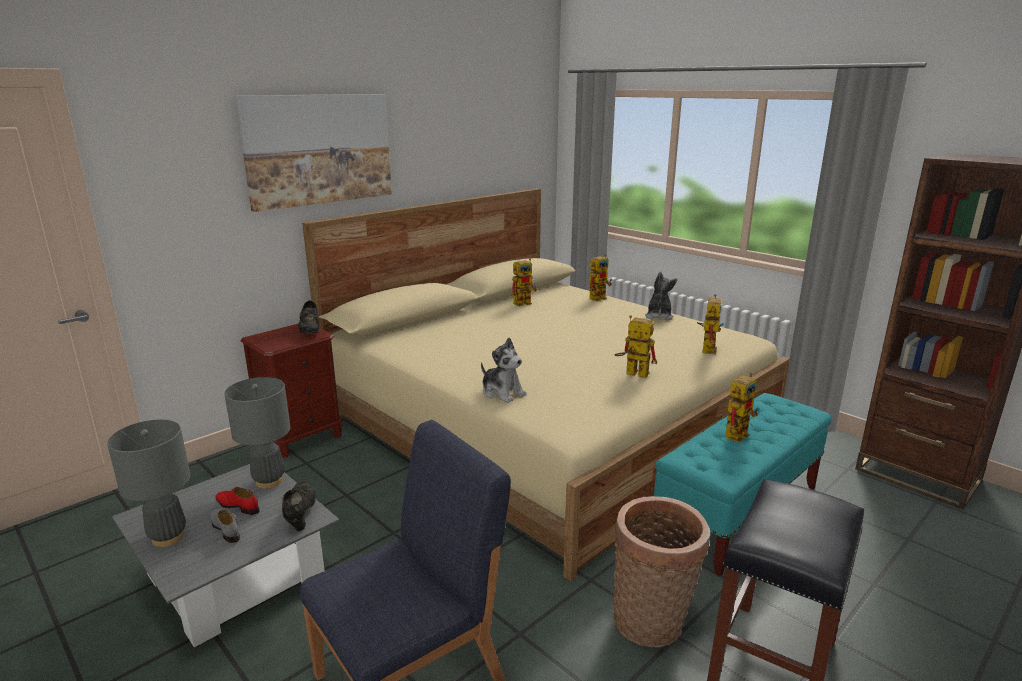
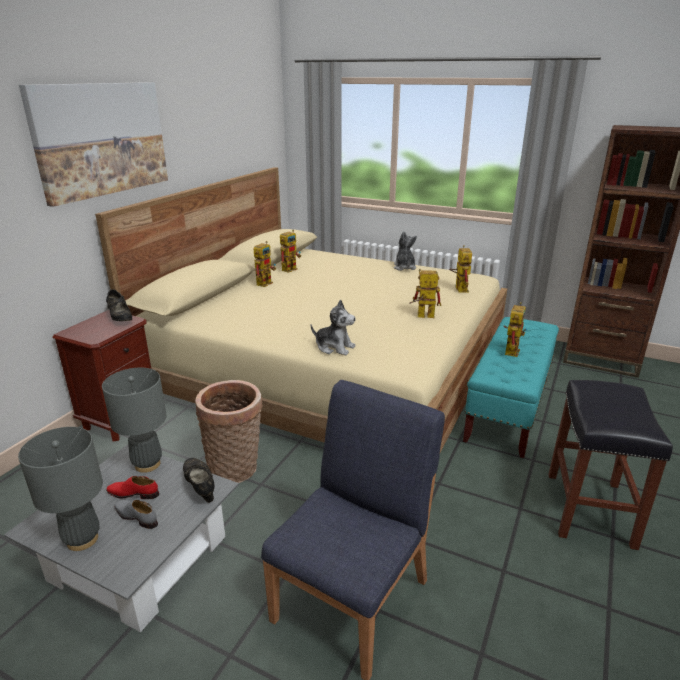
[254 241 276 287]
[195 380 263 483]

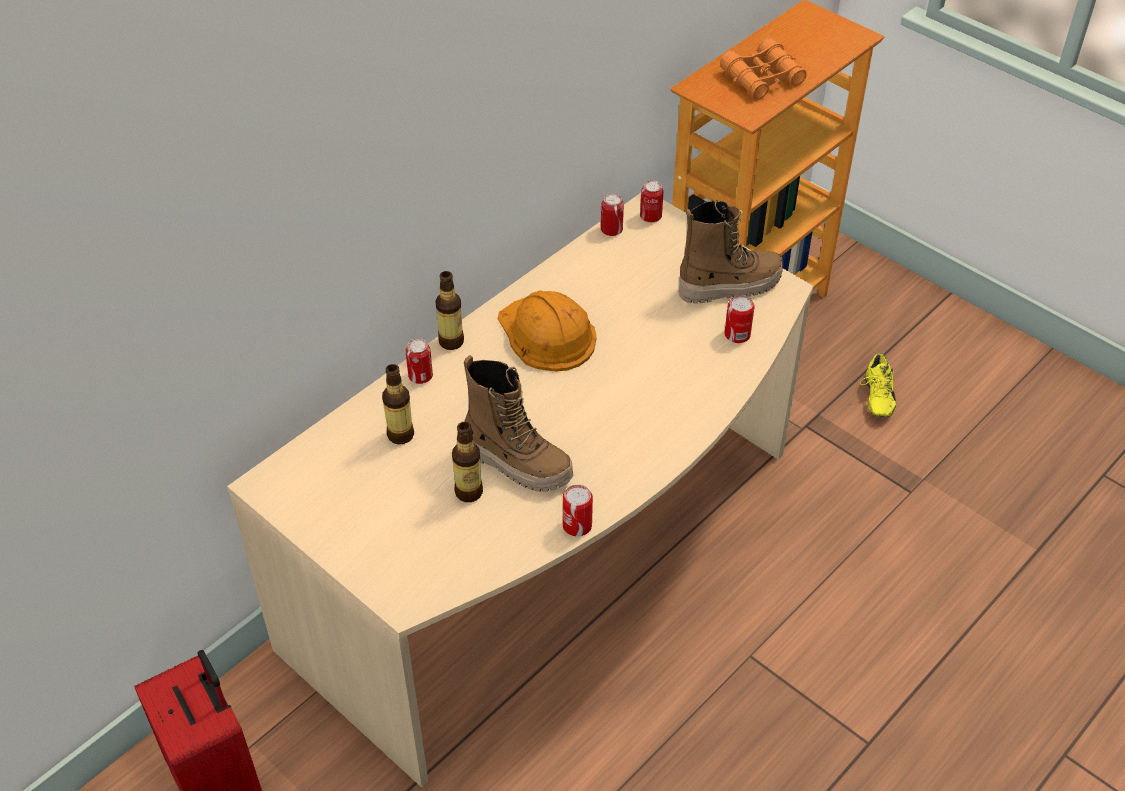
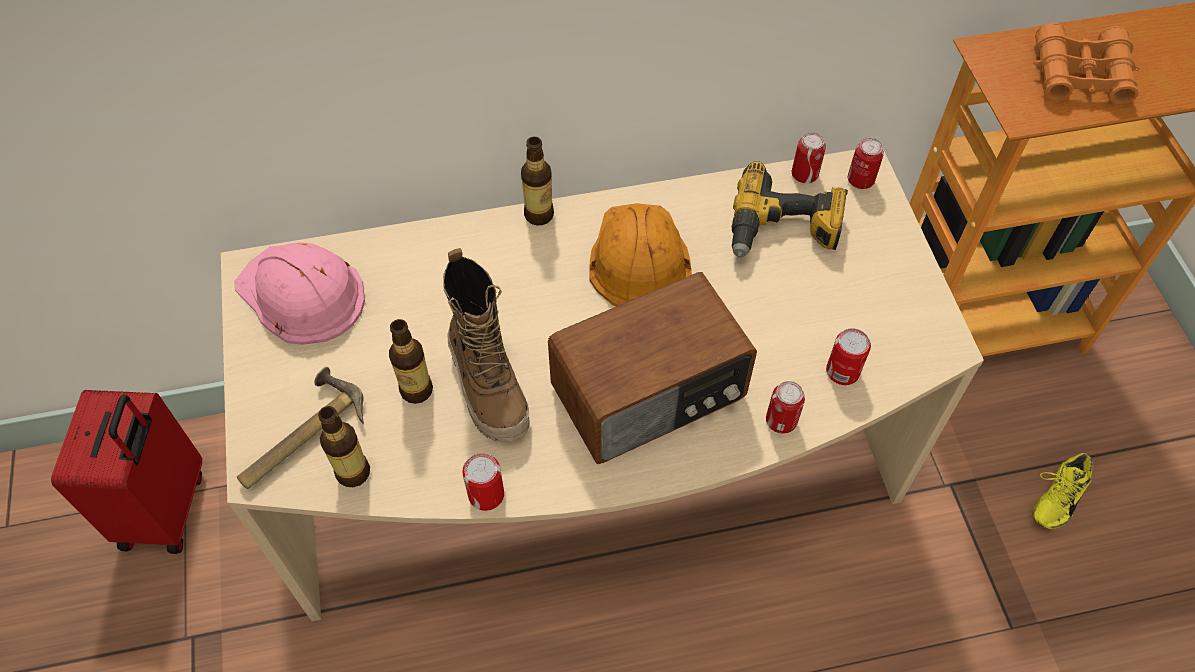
[679 200 783 303] (first image)
[234 242 365 345]
[237 367 364 489]
[548 272 757 464]
[732 161 848 258]
[318 406 370 487]
[766 381 805 434]

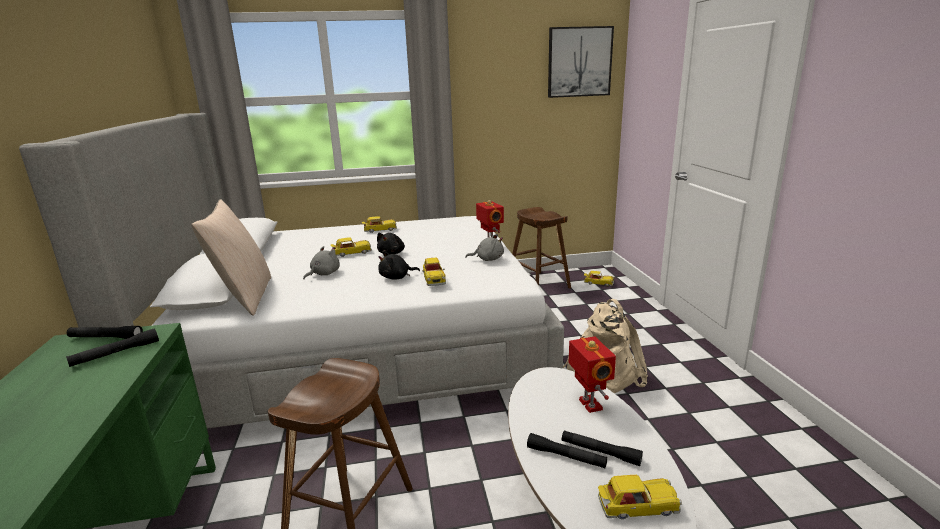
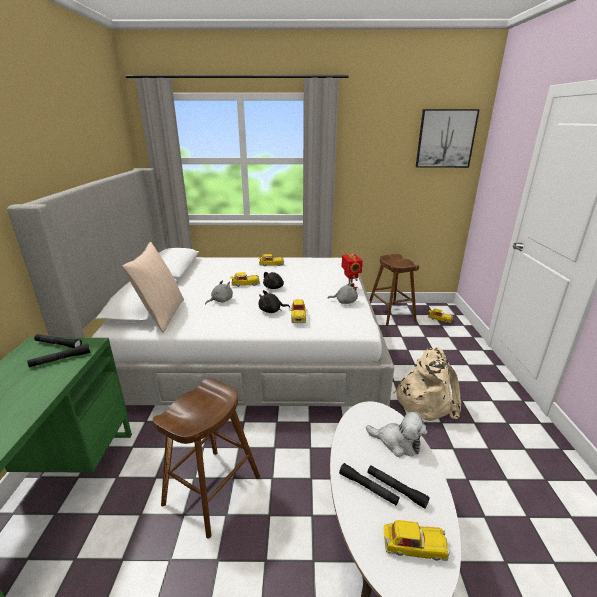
[366 412 428 457]

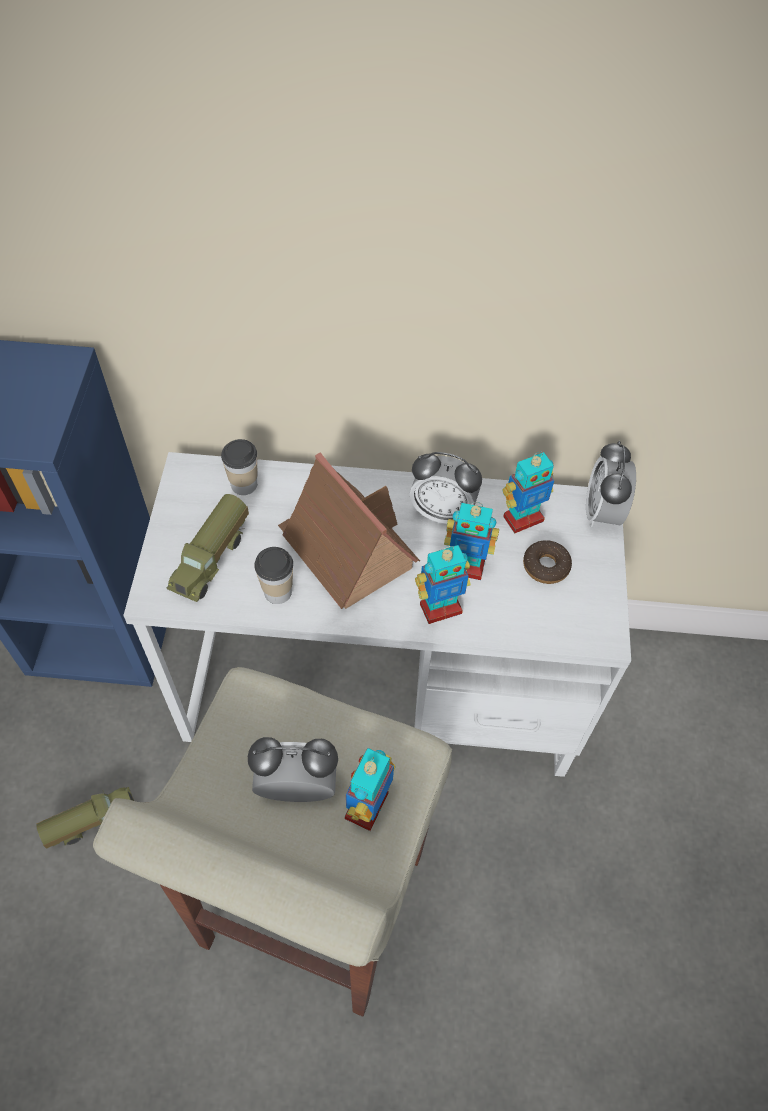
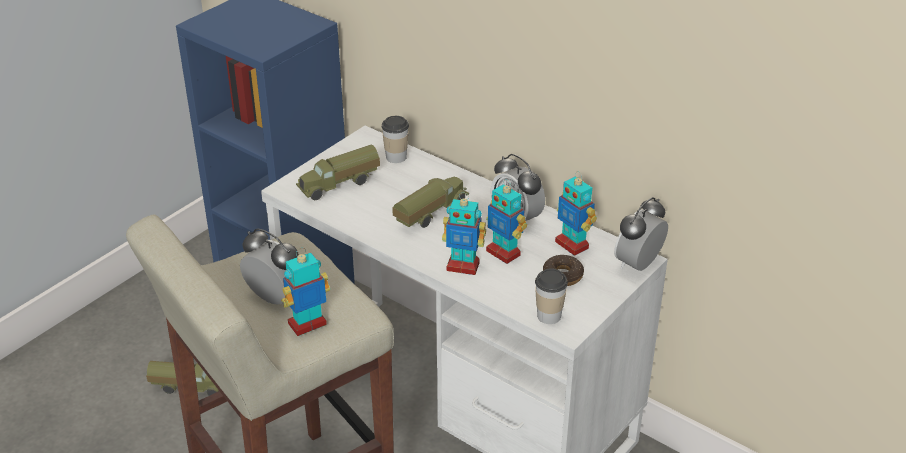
[535 268 568 324]
[392 177 469 228]
[555 172 597 256]

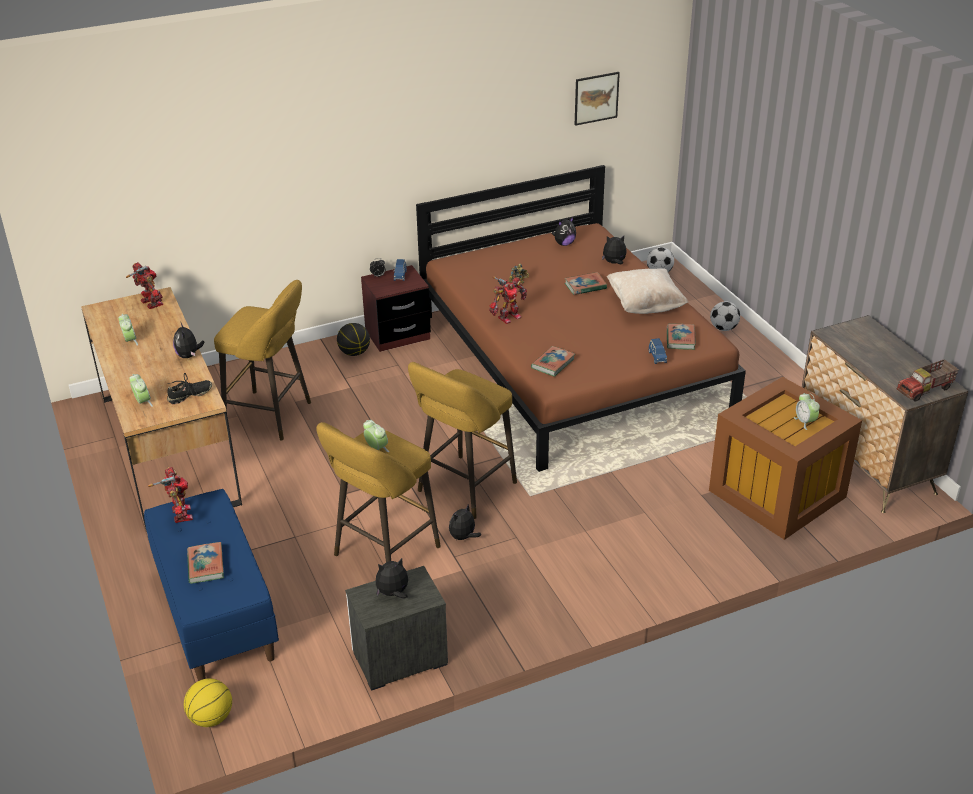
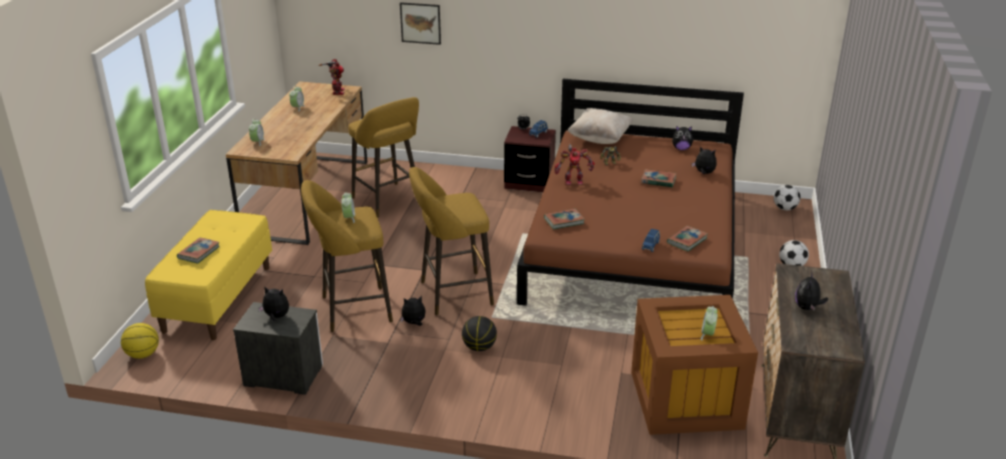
[148 467 193 523] (first image)
[167 373 212 404] (first image)
[897 360 959 402] (first image)
[795 274 828 311]
[462 316 497 351]
[400 2 441 45]
[567 108 633 144]
[145 210 272 340]

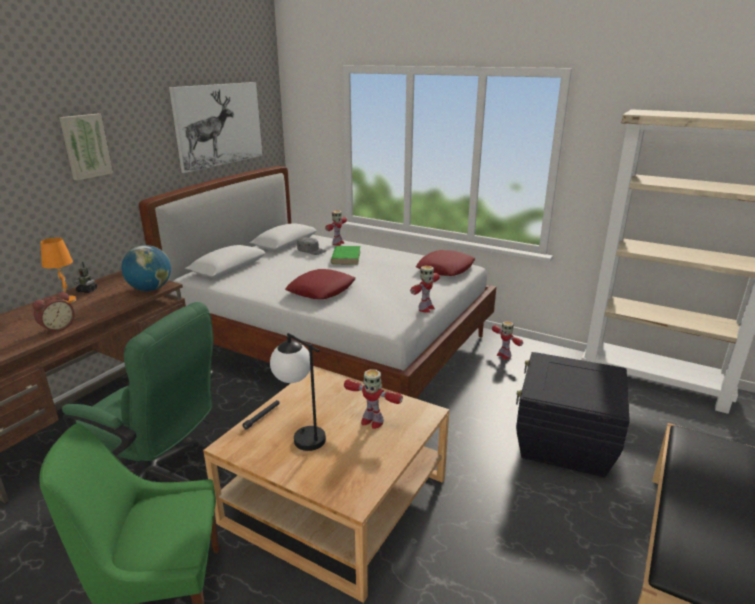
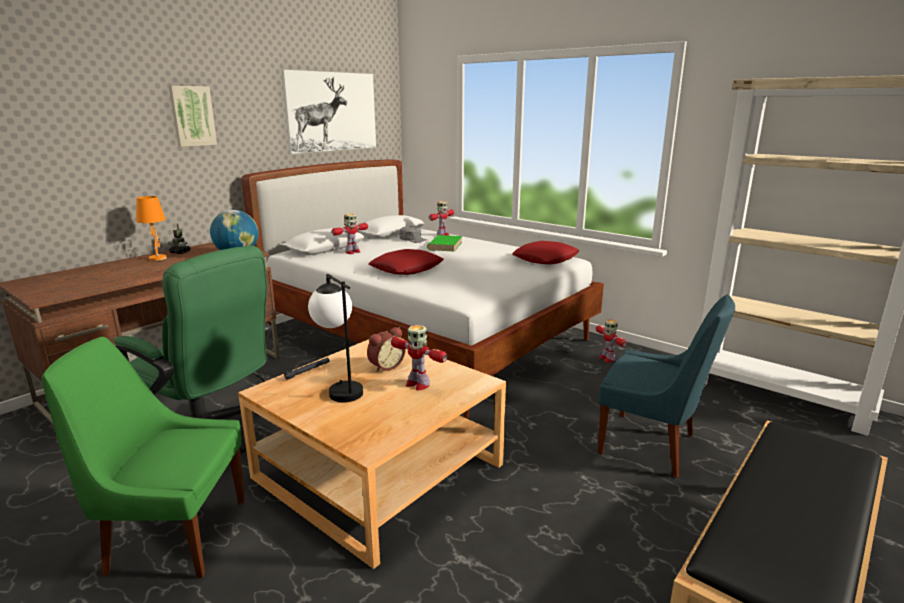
[367 327 405 372]
[331 214 368 254]
[598 294 735 478]

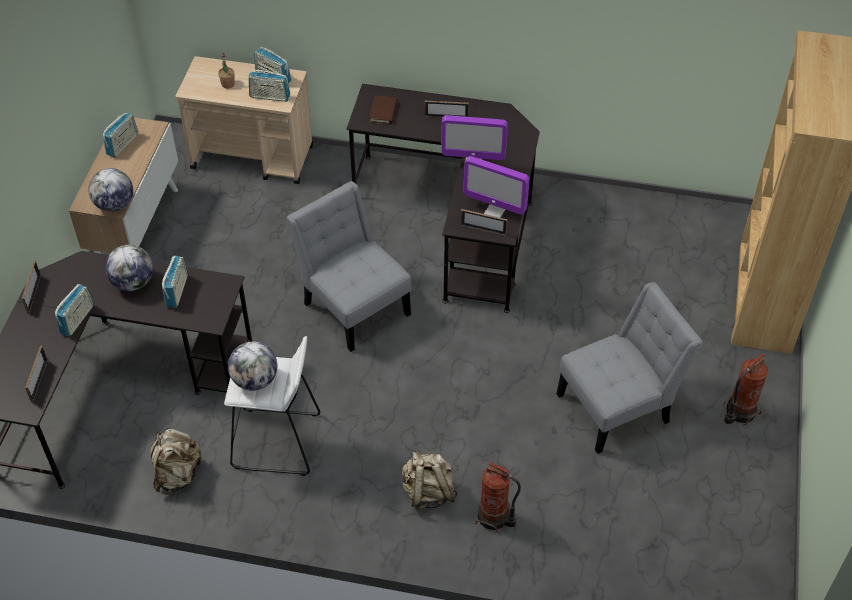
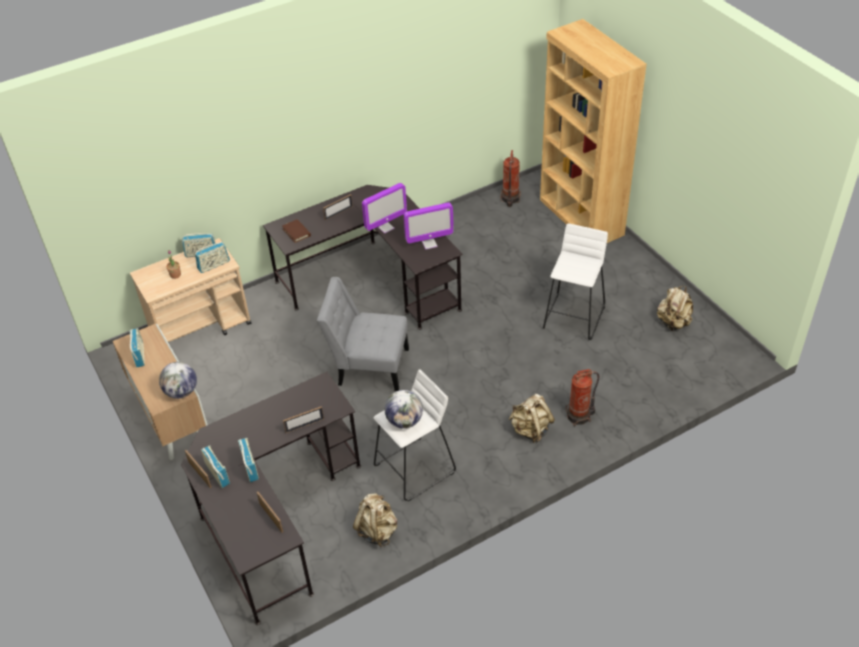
[105 245 153 291] (first image)
[657 286 693 331]
[201 445 230 488]
[283 406 324 433]
[500 150 521 207]
[543 223 608 340]

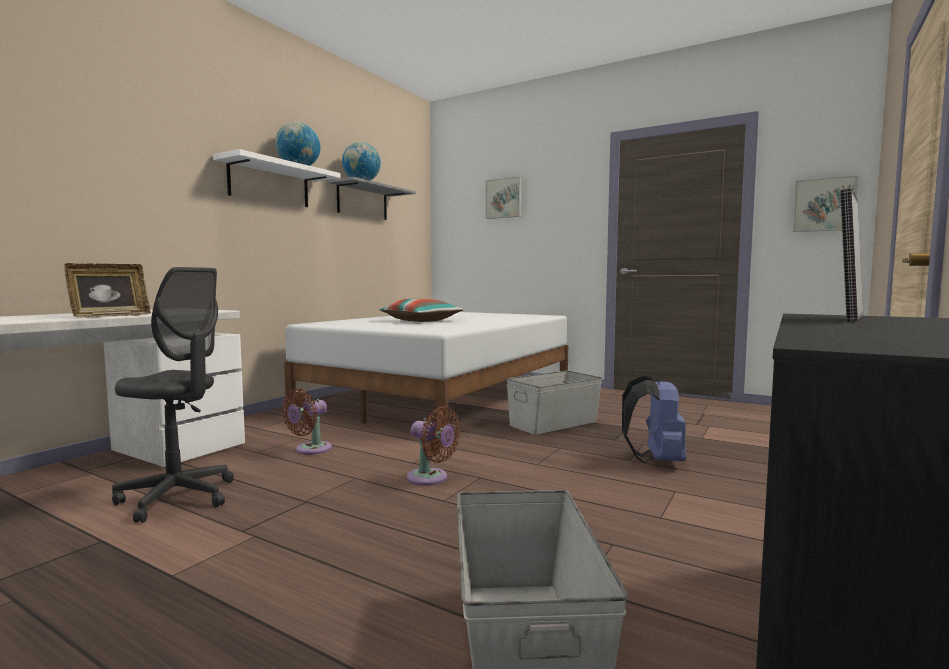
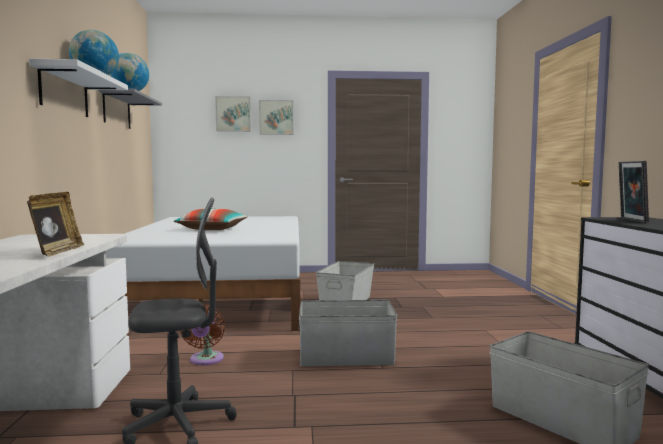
[622 375 686 463] (first image)
[259 100 293 135]
[298 300 397 366]

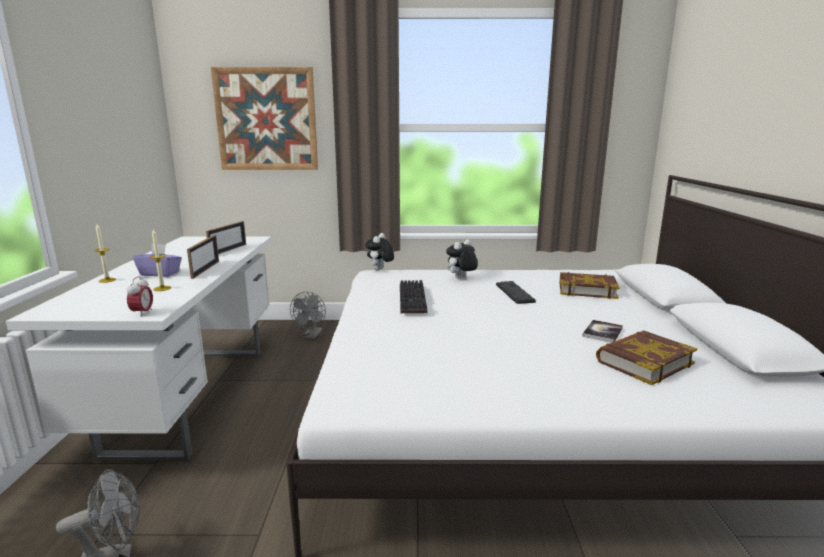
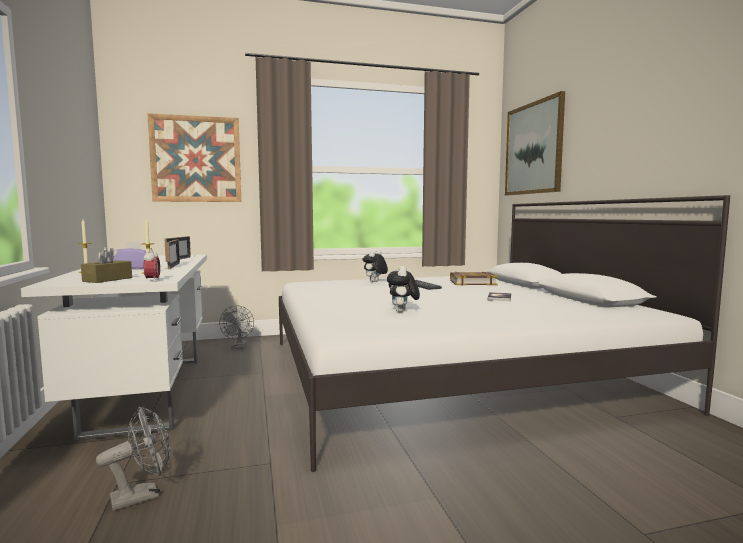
[400 280 428 313] (first image)
[596 330 697 385] (first image)
[81 246 132 283]
[505 91 565 195]
[387 266 420 312]

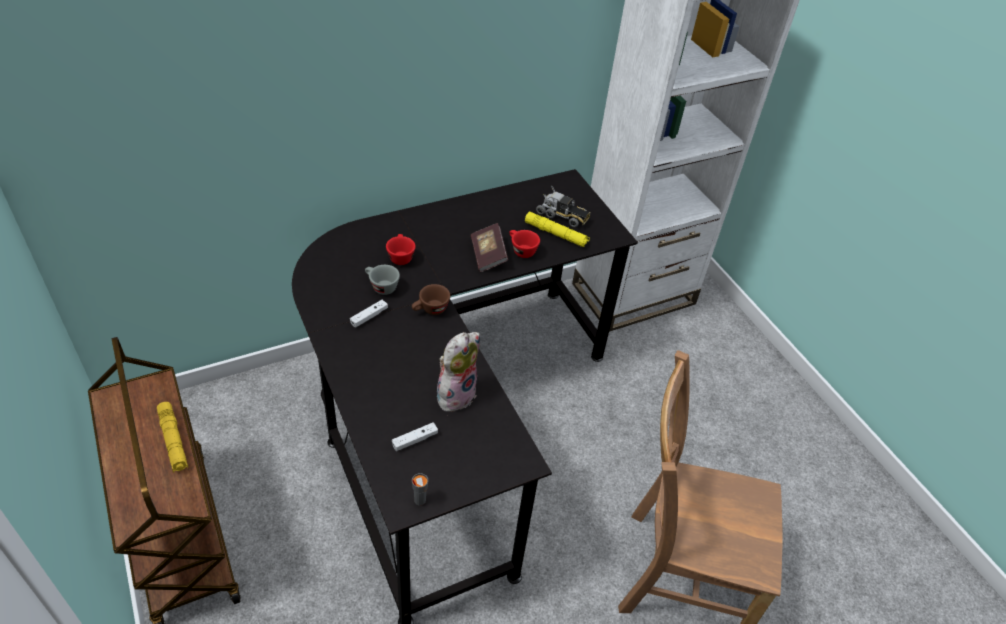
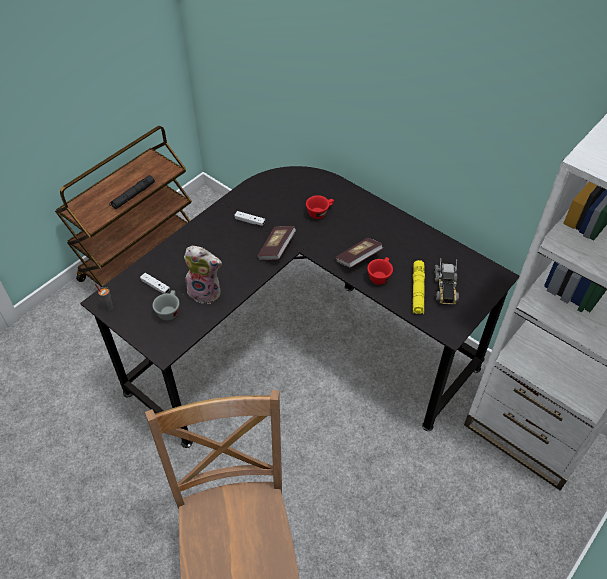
[153 290 180 320]
[257 226 297 260]
[109 175 155 209]

